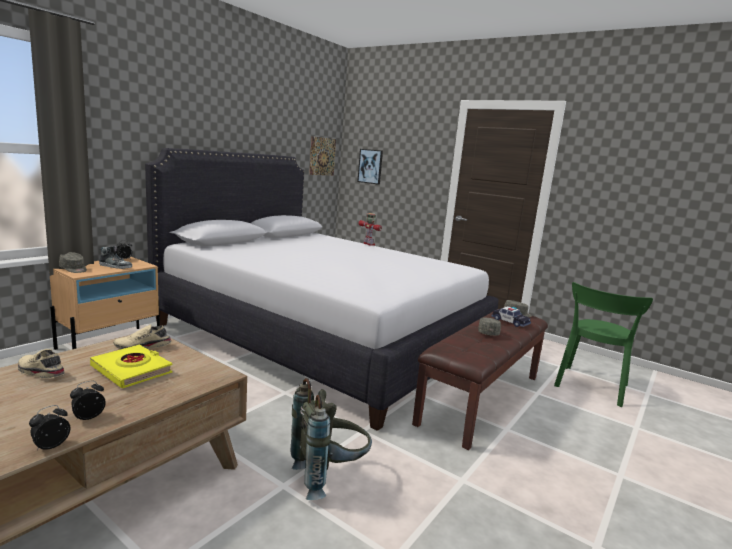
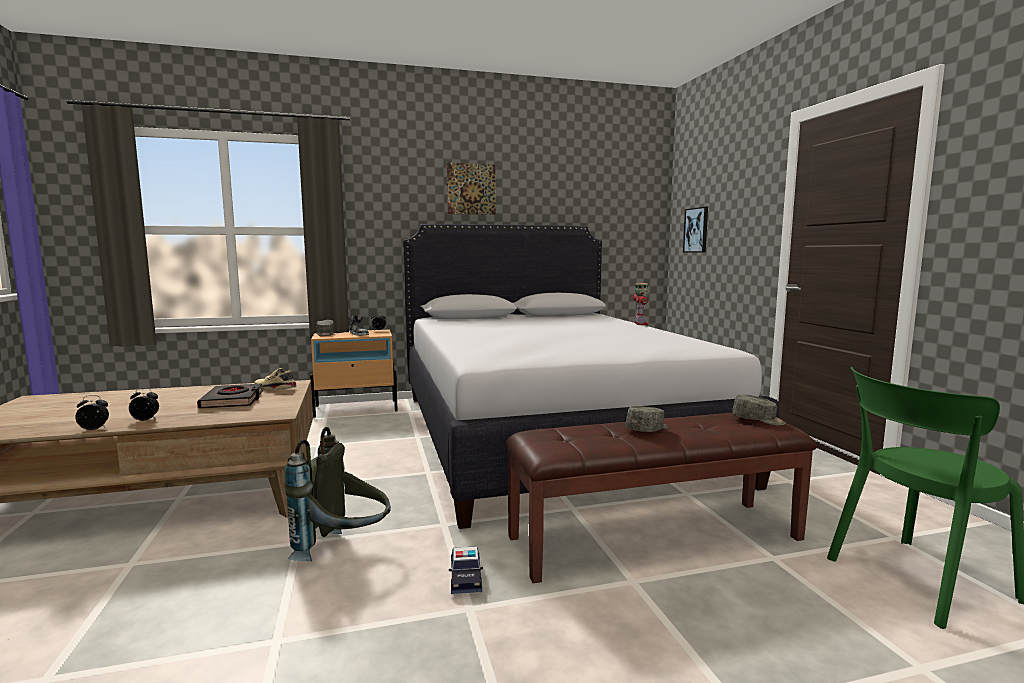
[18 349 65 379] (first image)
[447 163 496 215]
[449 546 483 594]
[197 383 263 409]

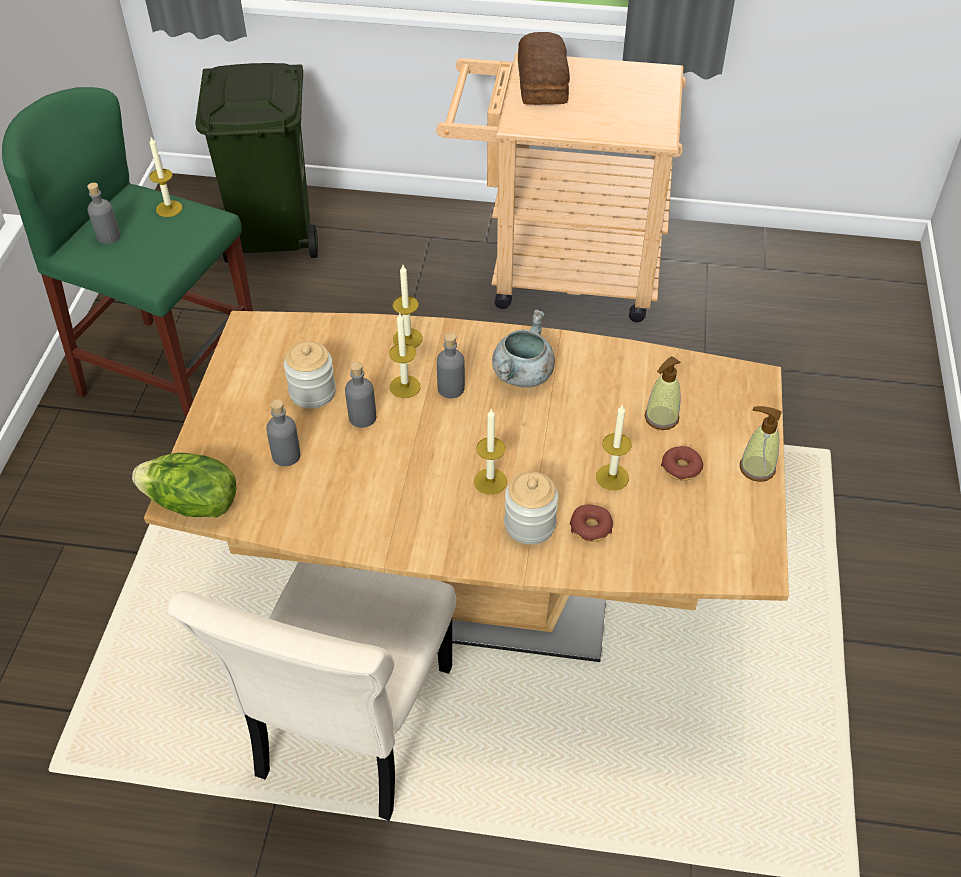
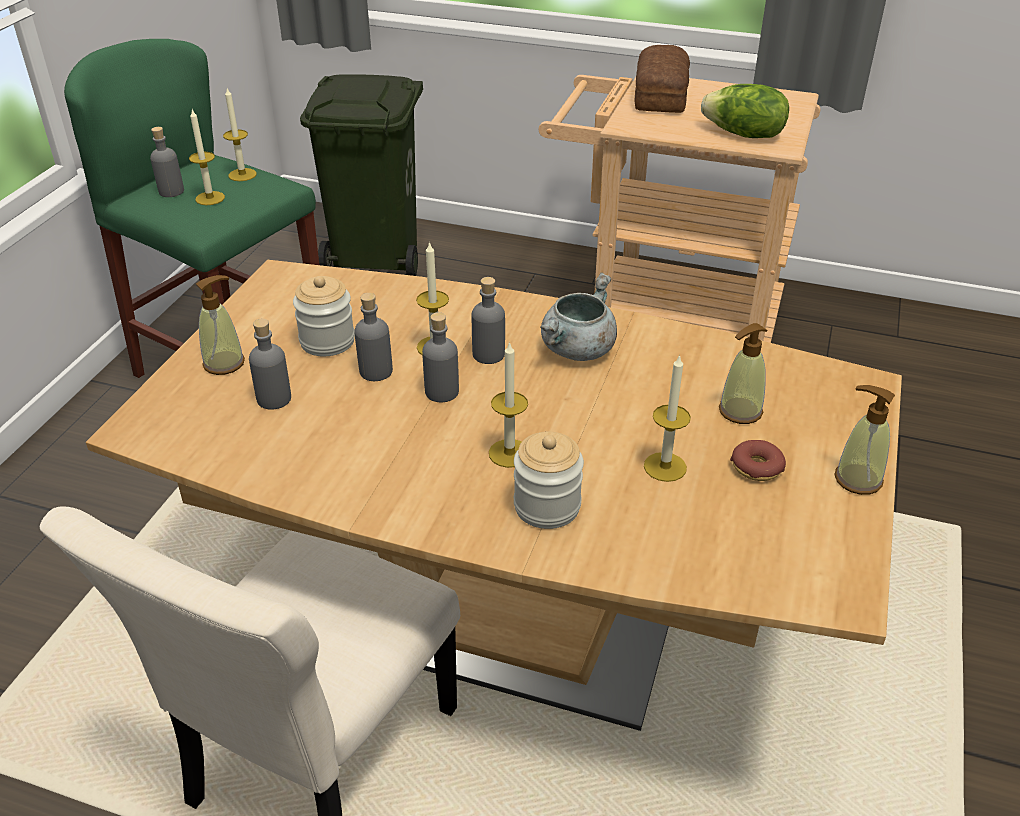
[570 504 613 542] (first image)
[196 275 245 375]
[422 312 459 402]
[701 84 789 138]
[189 110 225 205]

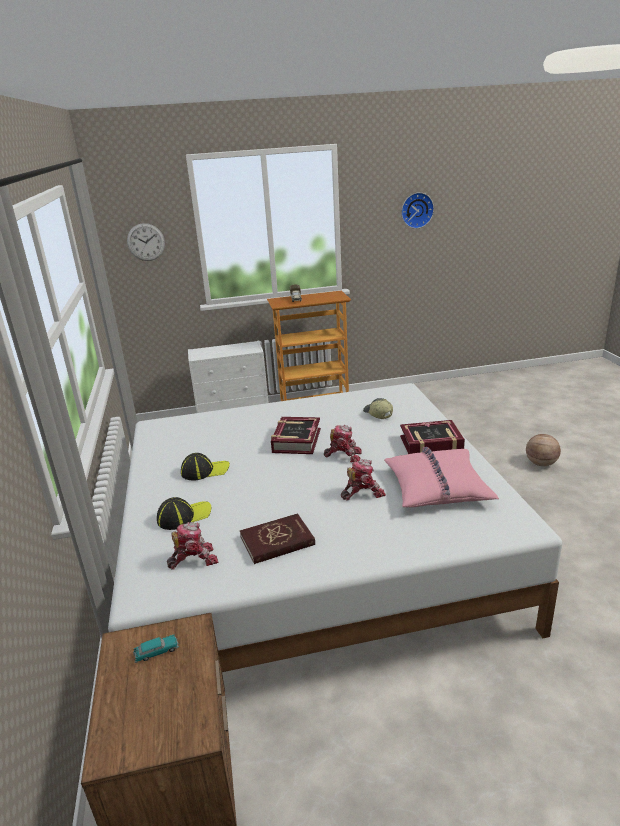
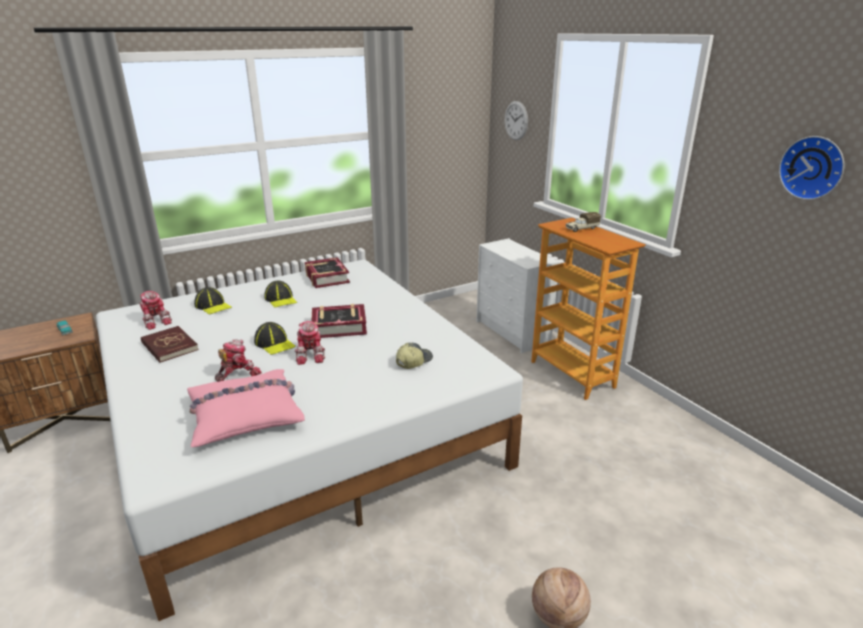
[254 322 296 355]
[305 257 350 288]
[215 339 262 382]

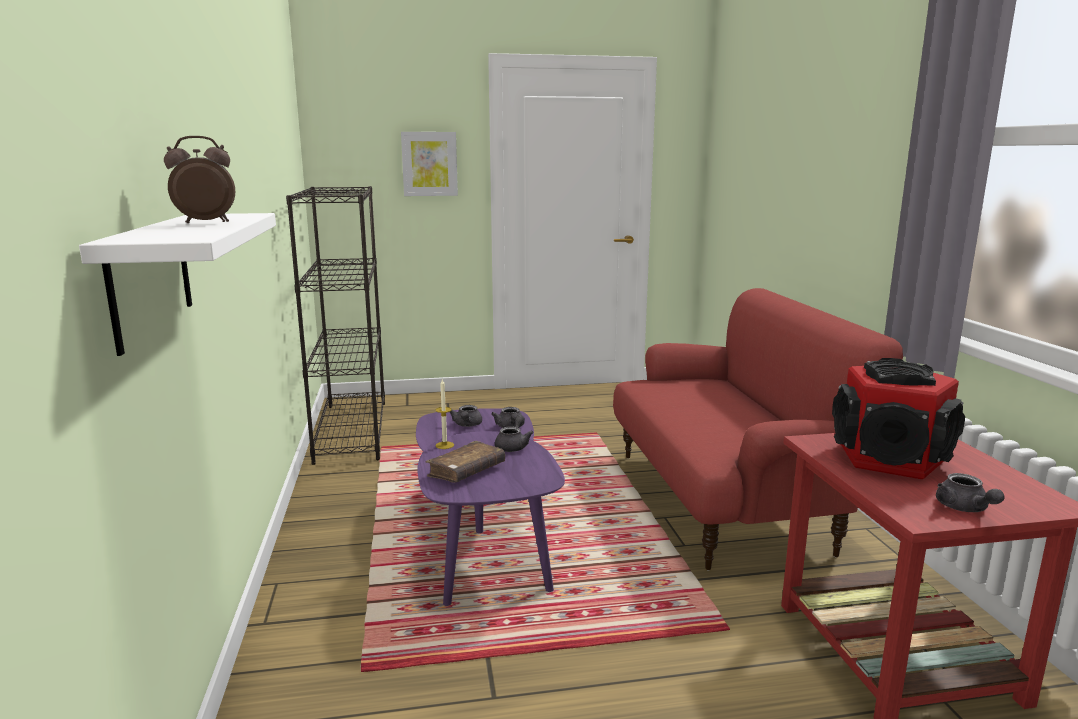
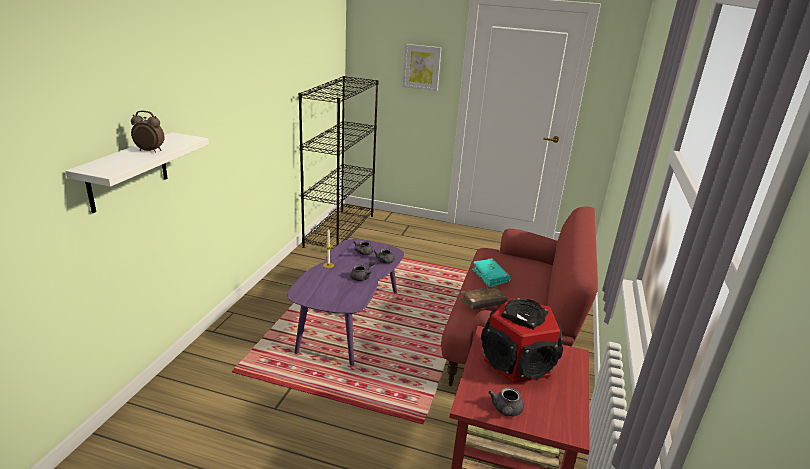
[472 259 511 287]
[460 286 508 310]

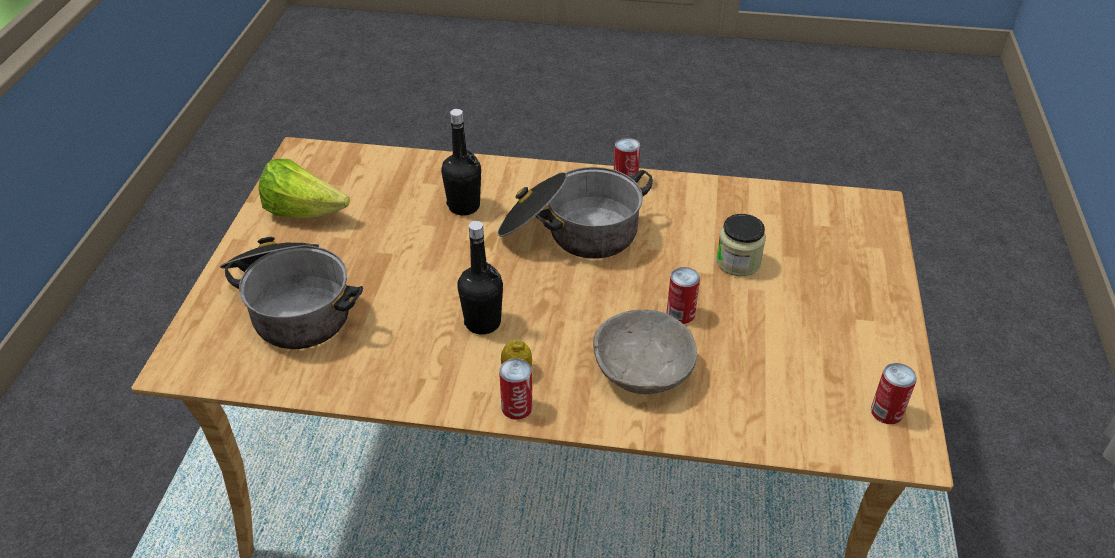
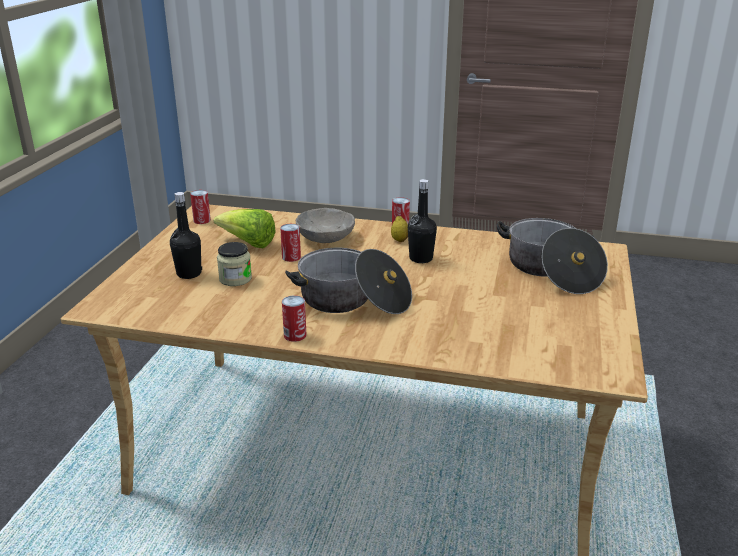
[214 209 276 248]
[170 192 202 279]

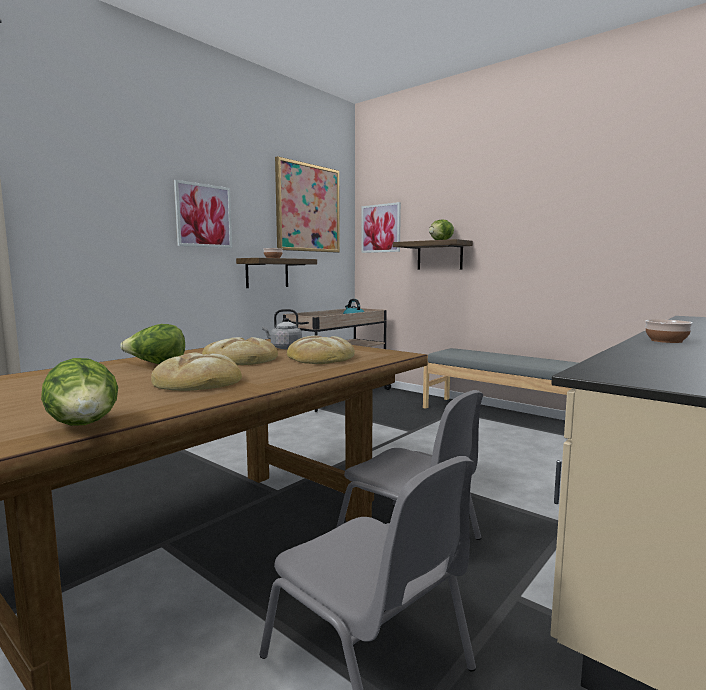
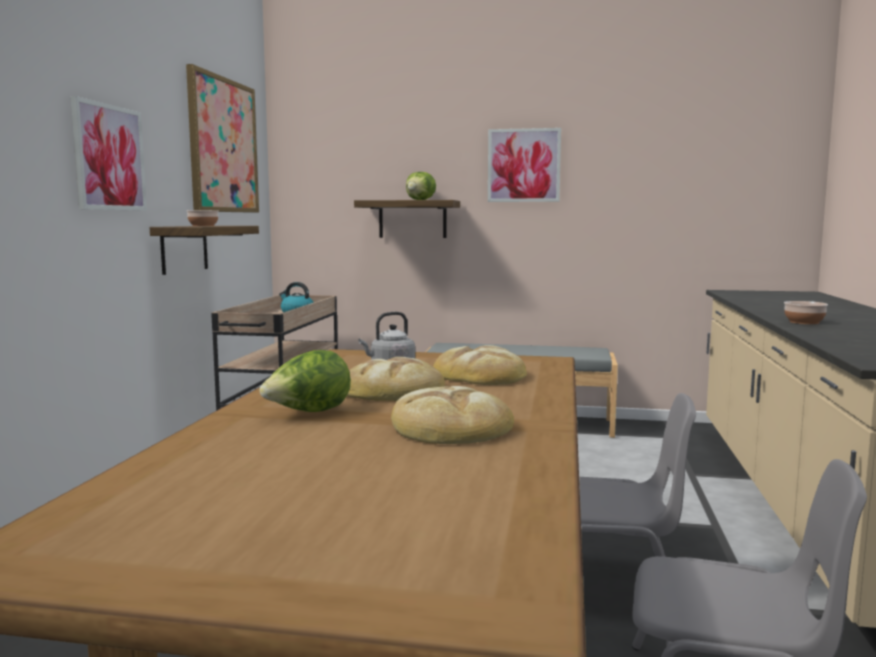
[41 358 118 426] (first image)
[488 128 561 202]

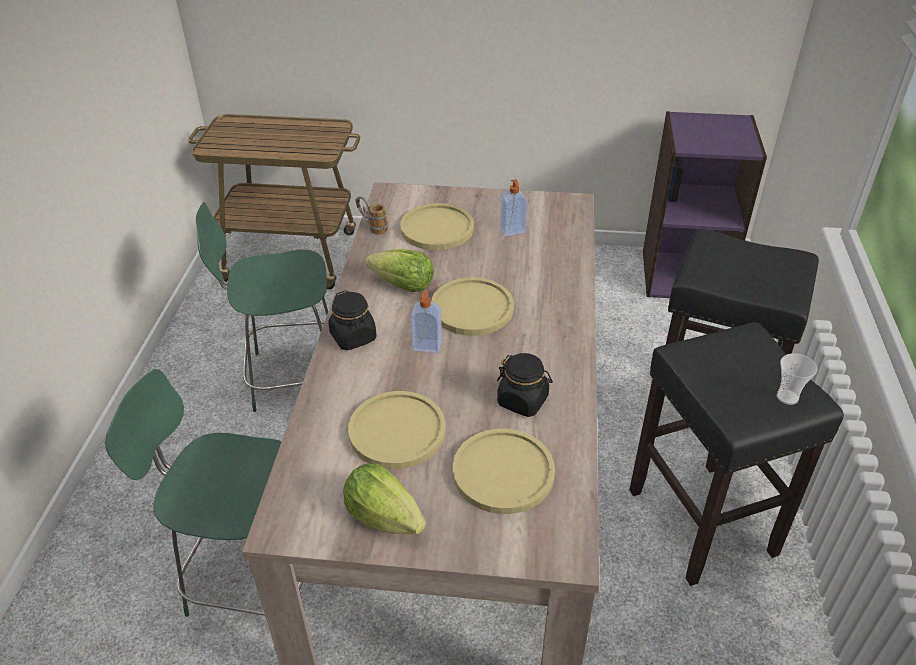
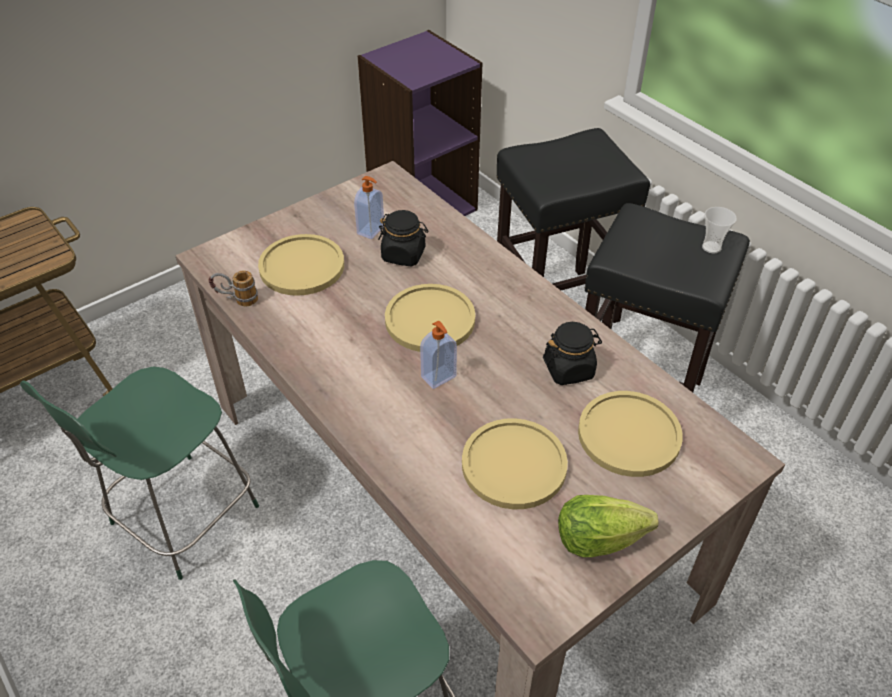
[366 249 434 292] (first image)
[378 210 428 266]

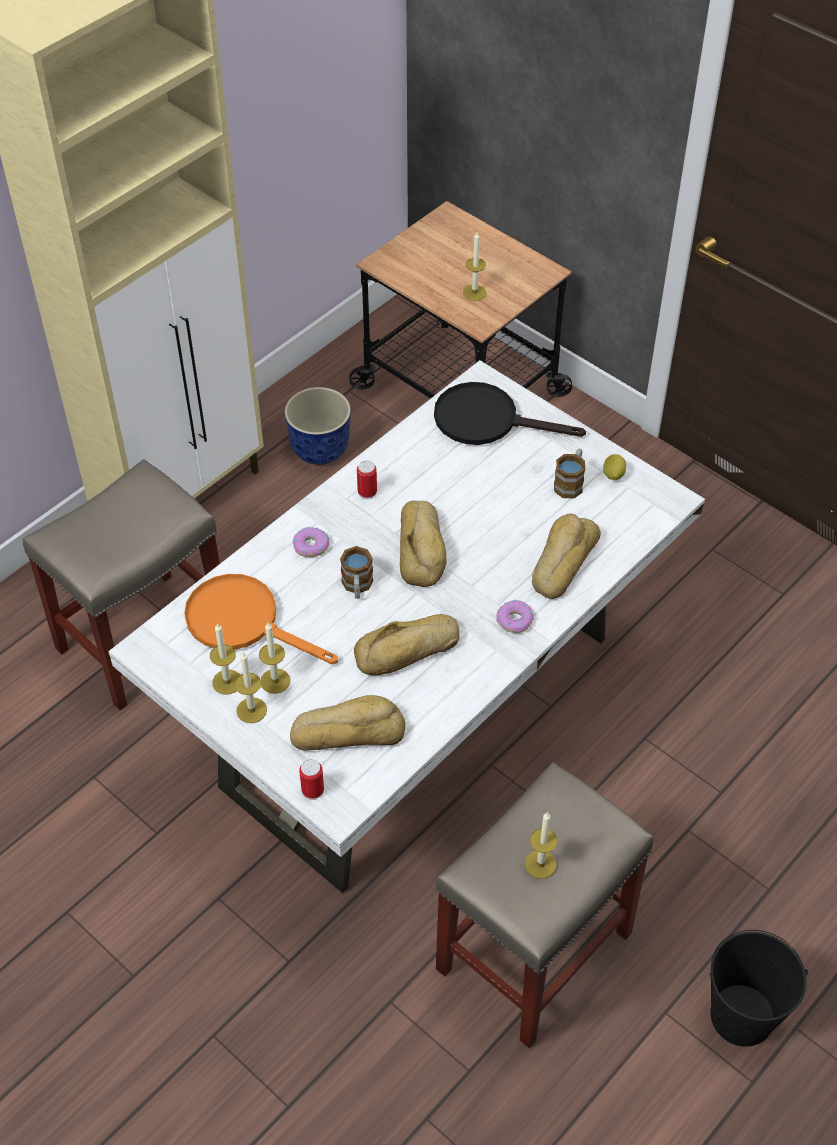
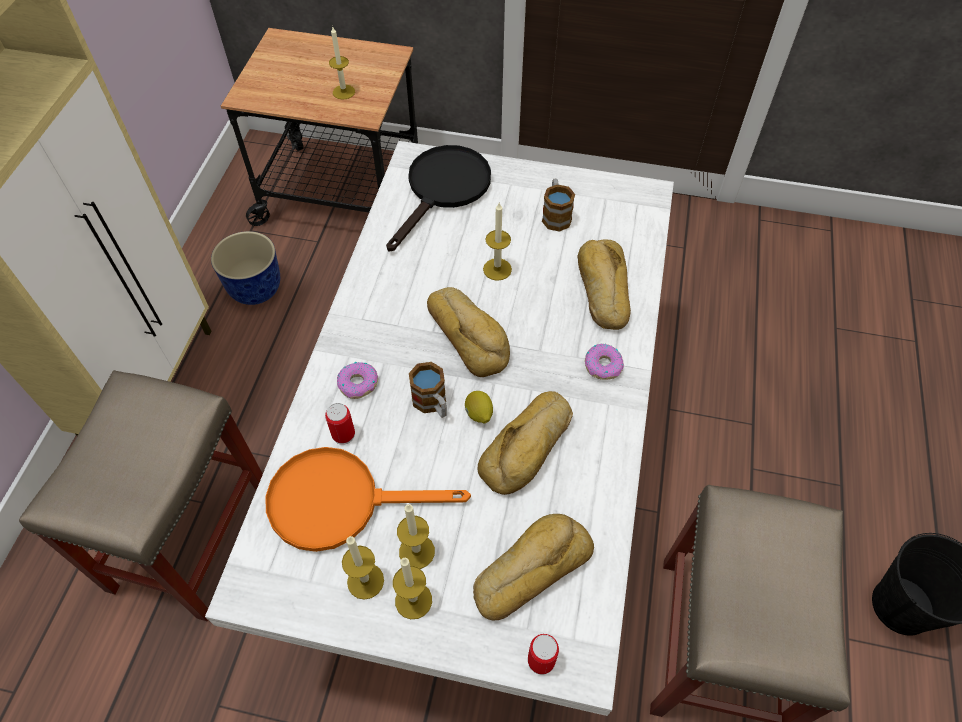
[325 403 355 445]
[483 203 512 281]
[465 391 493 424]
[386 145 491 252]

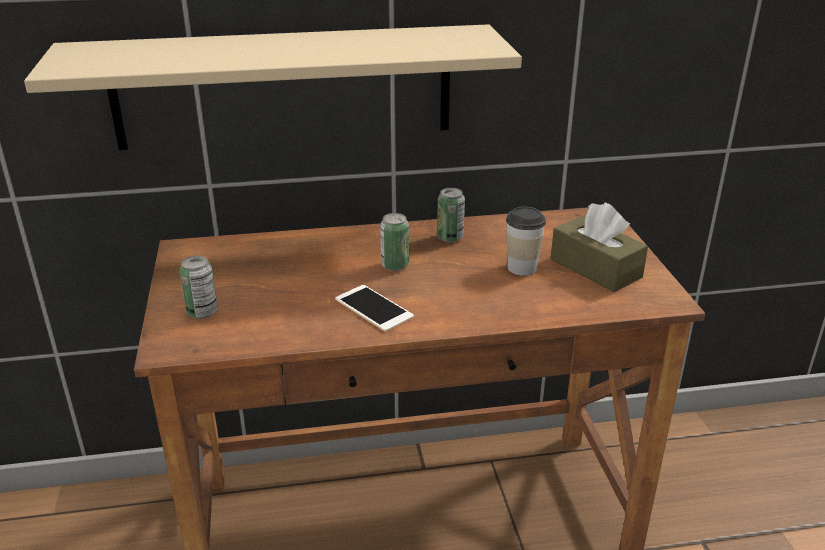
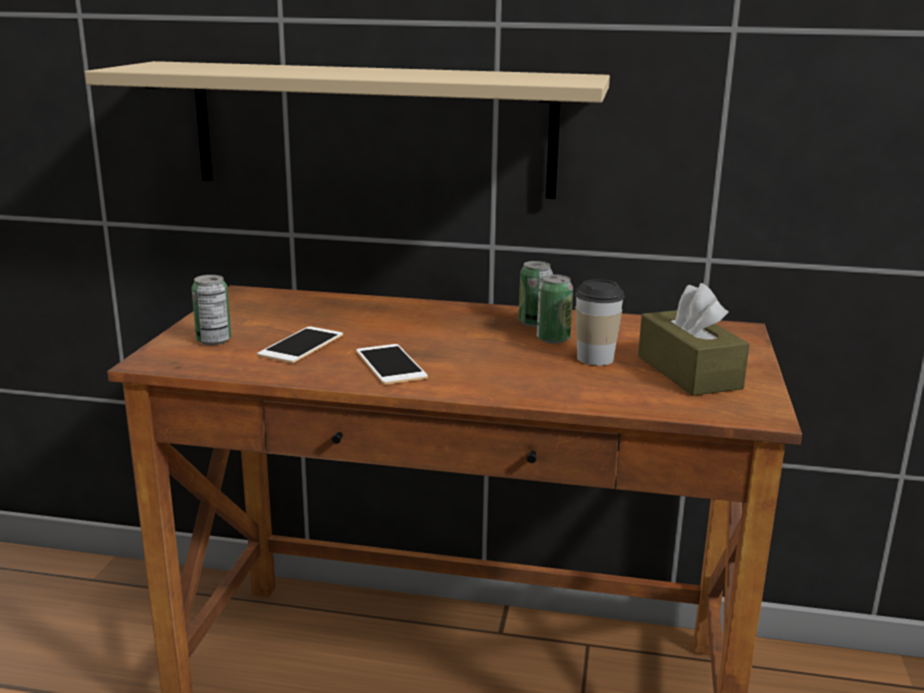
[257 327 343 363]
[537 274 573 344]

